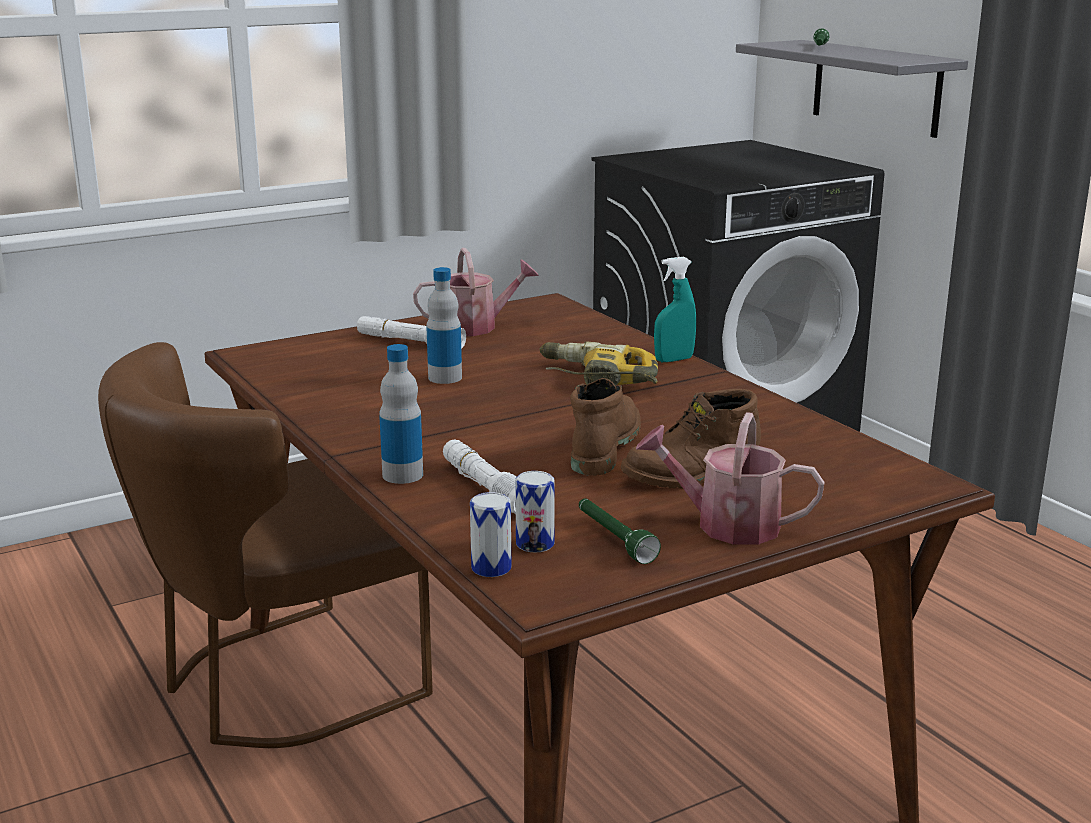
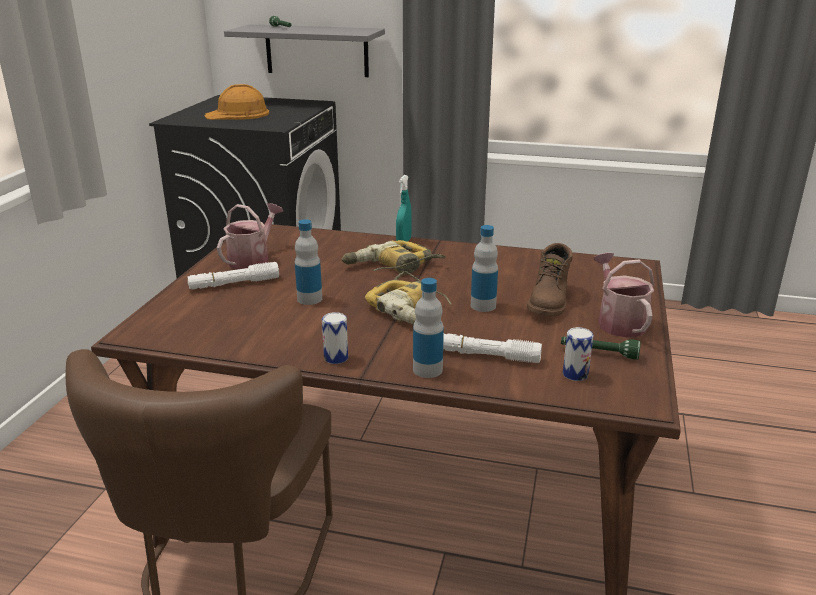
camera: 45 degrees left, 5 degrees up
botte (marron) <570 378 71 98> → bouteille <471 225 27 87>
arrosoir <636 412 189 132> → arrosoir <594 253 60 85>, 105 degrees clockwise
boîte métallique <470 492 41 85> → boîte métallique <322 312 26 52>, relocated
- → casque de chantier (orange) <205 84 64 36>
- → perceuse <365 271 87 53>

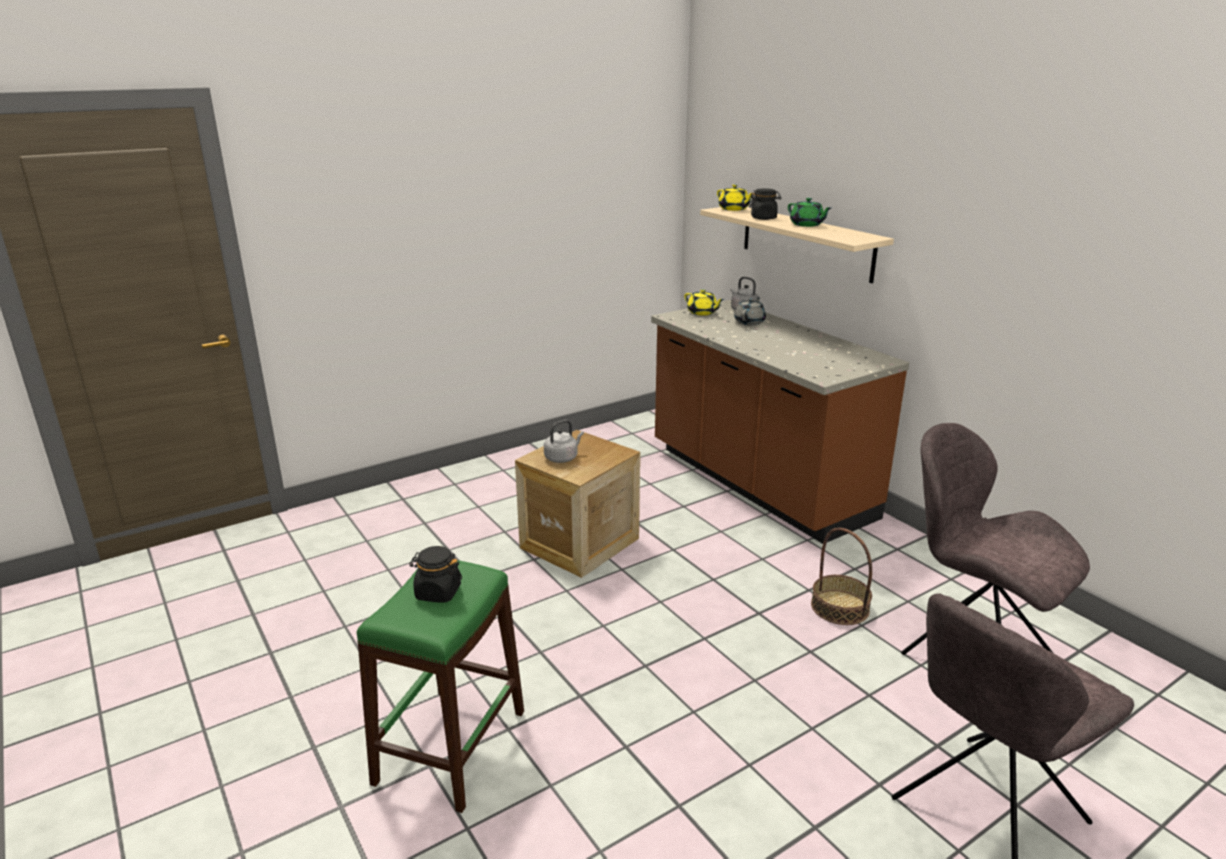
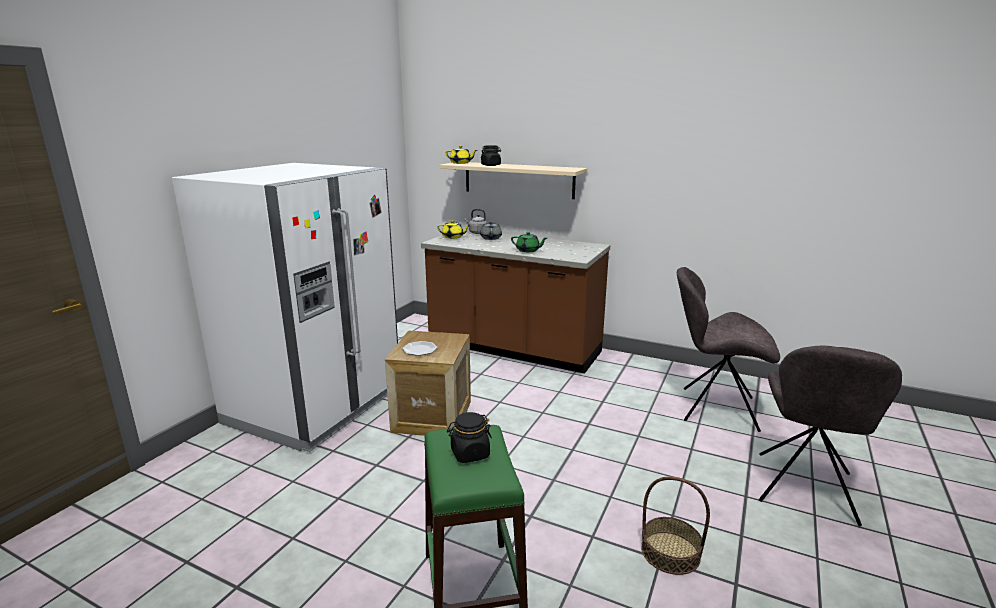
camera: 30 degrees left, 5 degrees down
théière (vert) <788 198 44 29> → théière (vert) <511 232 36 20>, relocated
bouilloire (gris) <544 420 40 43> → assiette <403 341 34 15>
panier <811 528 61 97> → panier <641 476 69 99>, relocated
- → réfrigérateur (blanc) <172 163 226 289>

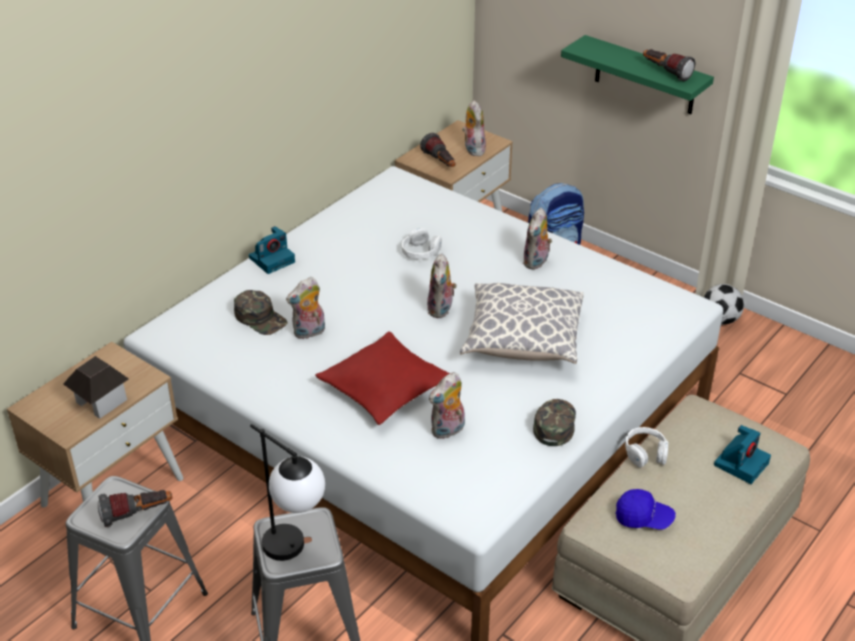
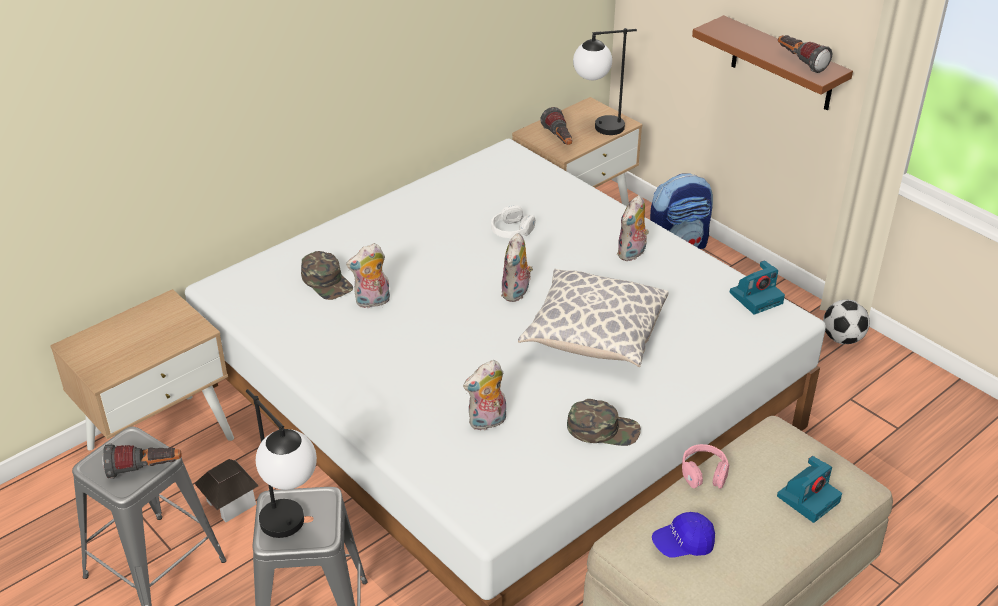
camera: 10 degrees right, 0 degrees up
étagère (vert) <561 35 153 79> → étagère (marron) <692 15 161 95>
peluche <462 100 24 56> → lampe de table <573 28 64 107>
appareil photo <249 226 46 48> → appareil photo <729 260 56 55>, relocated
coussin (rouge) <315 331 135 94> → -
maison miniature <63 356 66 63> → maison miniature <194 459 65 63>, relocated
casquette (vert) <533 399 43 47> → casquette (vert) <567 399 74 47>, 75 degrees clockwise
casque audio (blanc) <625 427 44 41> → casque audio (rose) <682 444 47 45>
casquette (bleu) <616 489 60 41> → casquette (bleu) <652 512 63 46>, 135 degrees clockwise

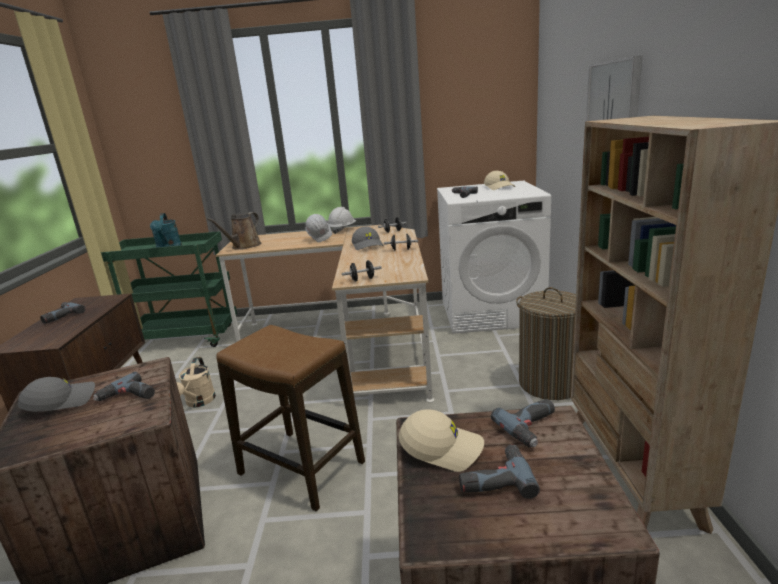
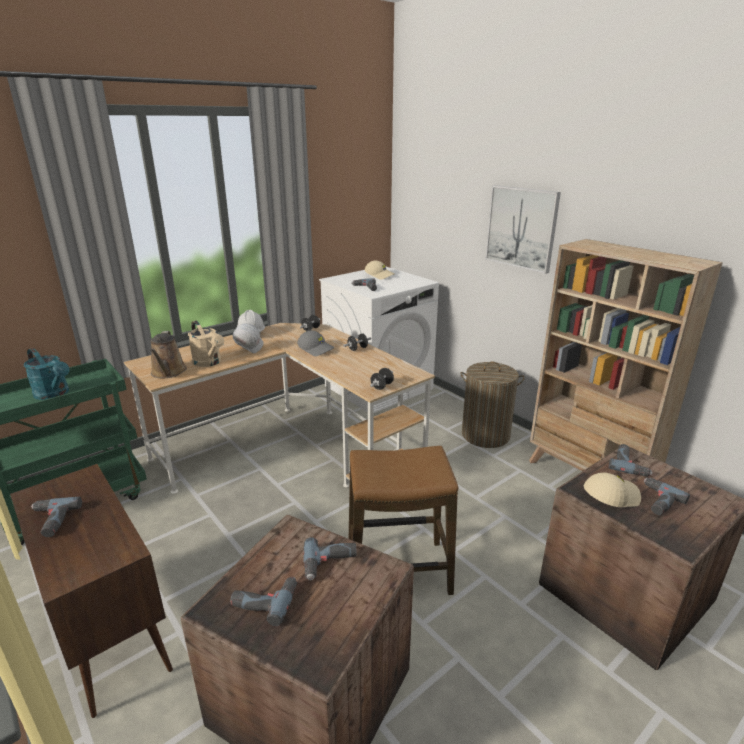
camera: 40 degrees left, 5 degrees up
arrosoir (beige) <176 357 40 50> → arrosoir (beige) <188 321 36 46>, relocated
casquette (gris) <18 377 77 35> → perceuse <230 577 67 49>

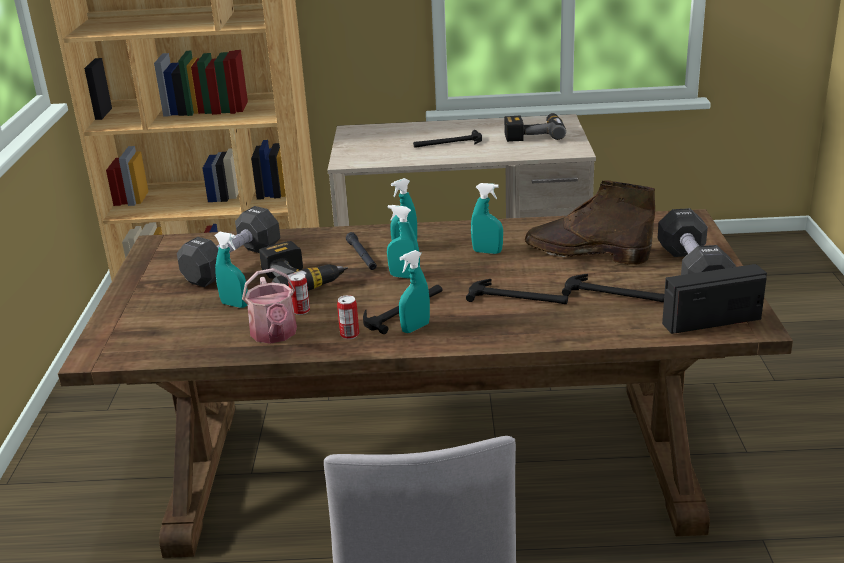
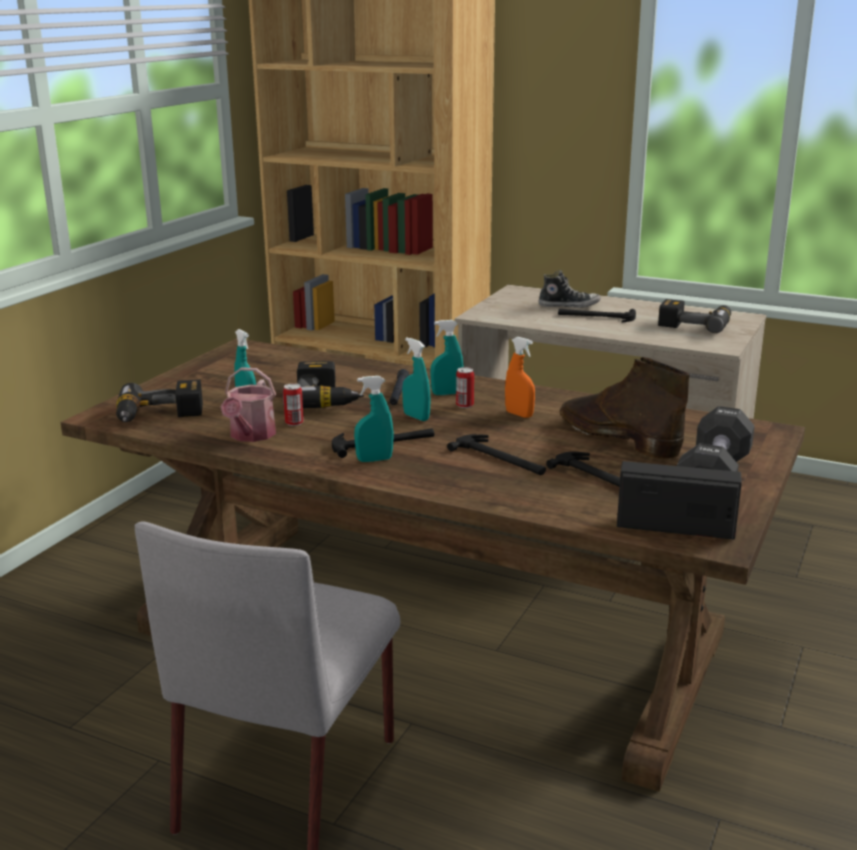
camera: 25 degrees right, 5 degrees down
vaporisateur (turquoise) <471 183 32 71> → vaporisateur (orange) <505 337 30 81>
haltère (noir) <177 206 103 81> → -
boîte métallique <337 295 22 44> → boîte métallique <456 367 18 41>, relocated
- → chaussure <539 270 62 38>
- → perceuse <116 380 87 42>

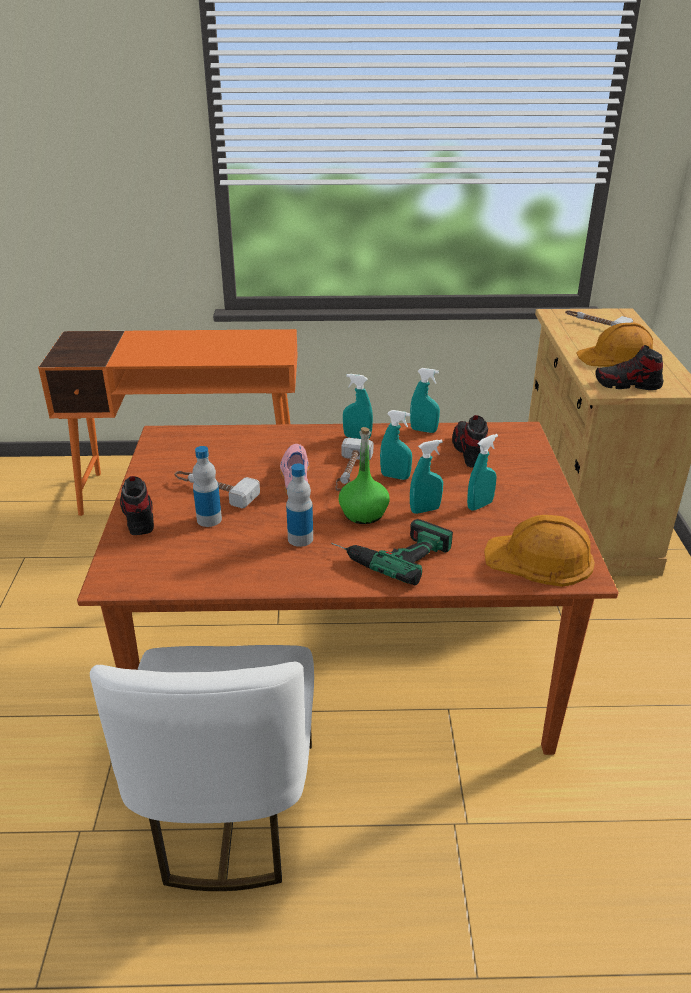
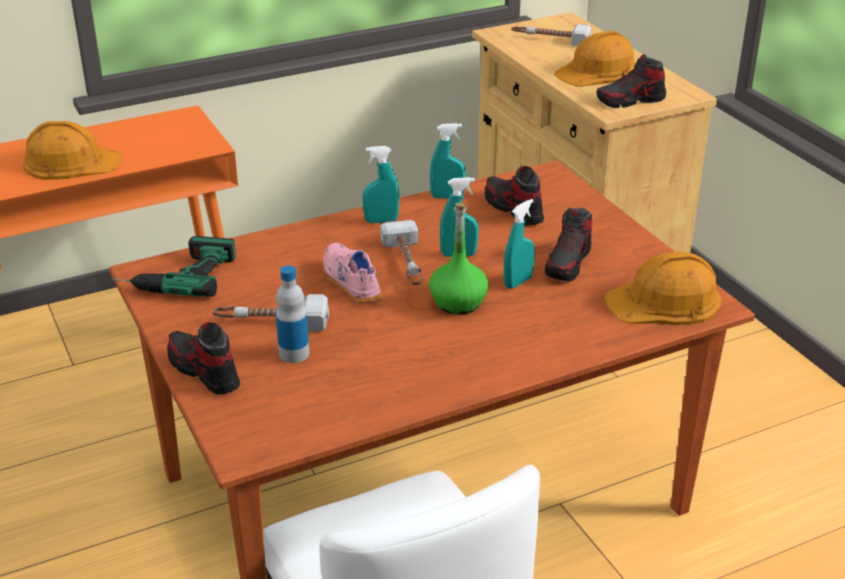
camera: 25 degrees left, 0 degrees up
vaporisateur (turquoise) <467 434 31 76> → chaussure <545 207 47 74>
bouteille <286 463 27 84> → -
perceuse <331 519 122 66> → perceuse <112 236 124 61>, relocated
- → casque de chantier (orange) <22 121 99 59>

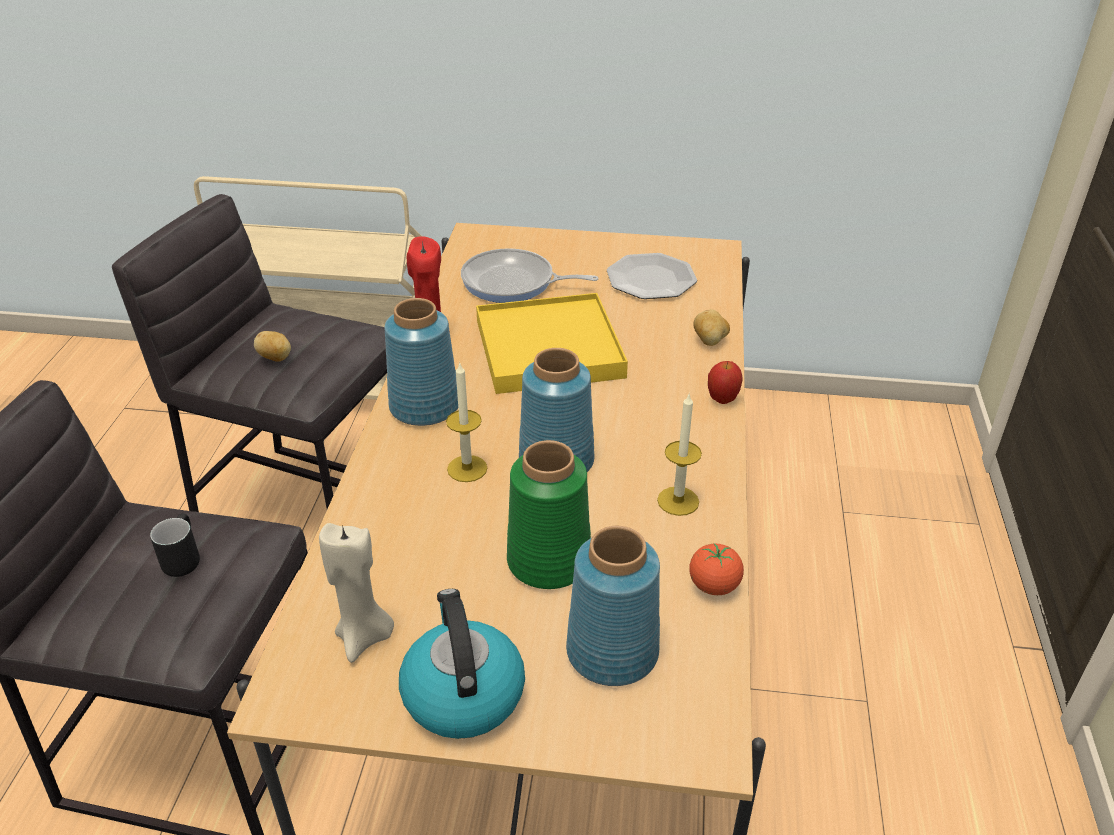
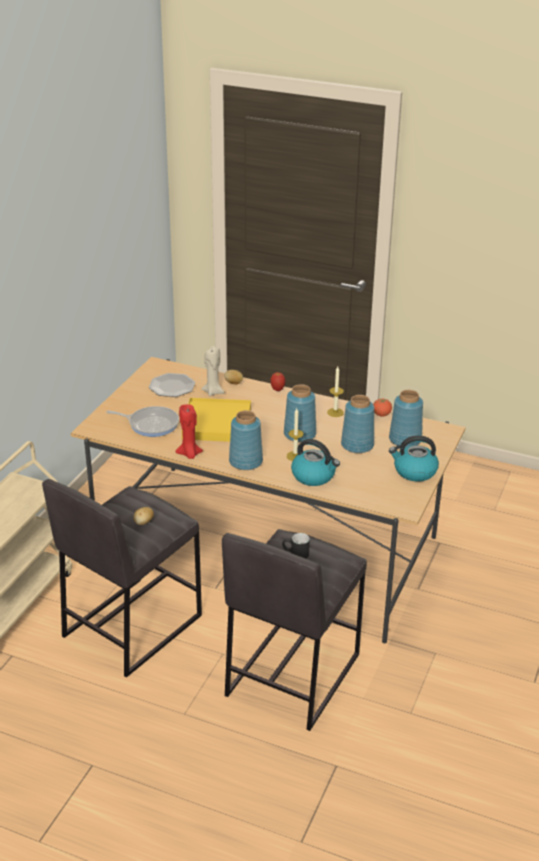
camera: 75 degrees left, 5 degrees down
poêle <461 248 138 55> → poêle <106 406 73 31>, 105 degrees counterclockwise
vase (vert) <507 440 84 149> → vase (bleu) <341 395 33 58>
bougie (beige) <319 523 75 140> → bougie (beige) <201 346 24 50>, relocated
- → bouilloire <291 439 49 47>

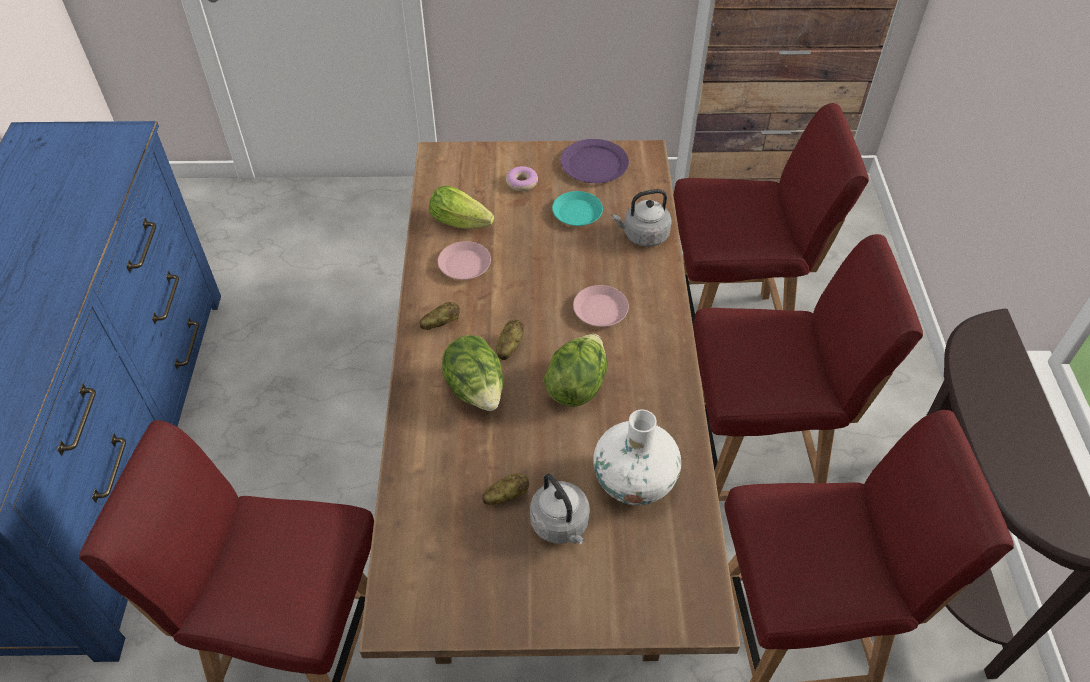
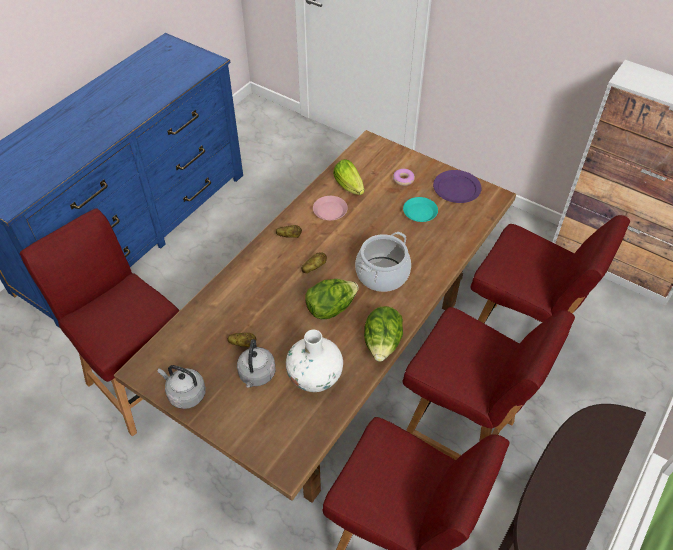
camera: 35 degrees right, 0 degrees up
bouilloire (gris) <612 189 60 58> → bouilloire (gris) <158 365 48 44>, relocated
assiette (rose) <573 285 56 42> → marmite <355 232 56 60>
laitue <442 335 61 76> → laitue <364 306 39 56>, relocated

